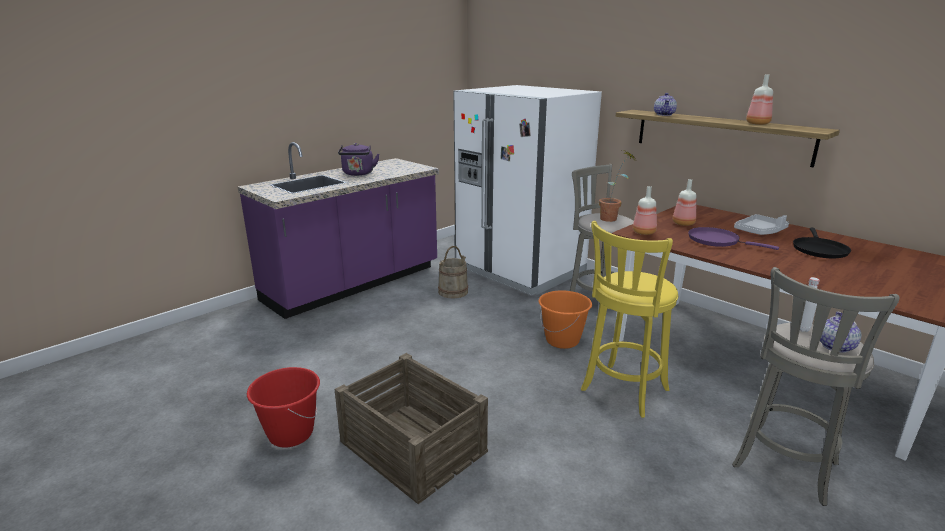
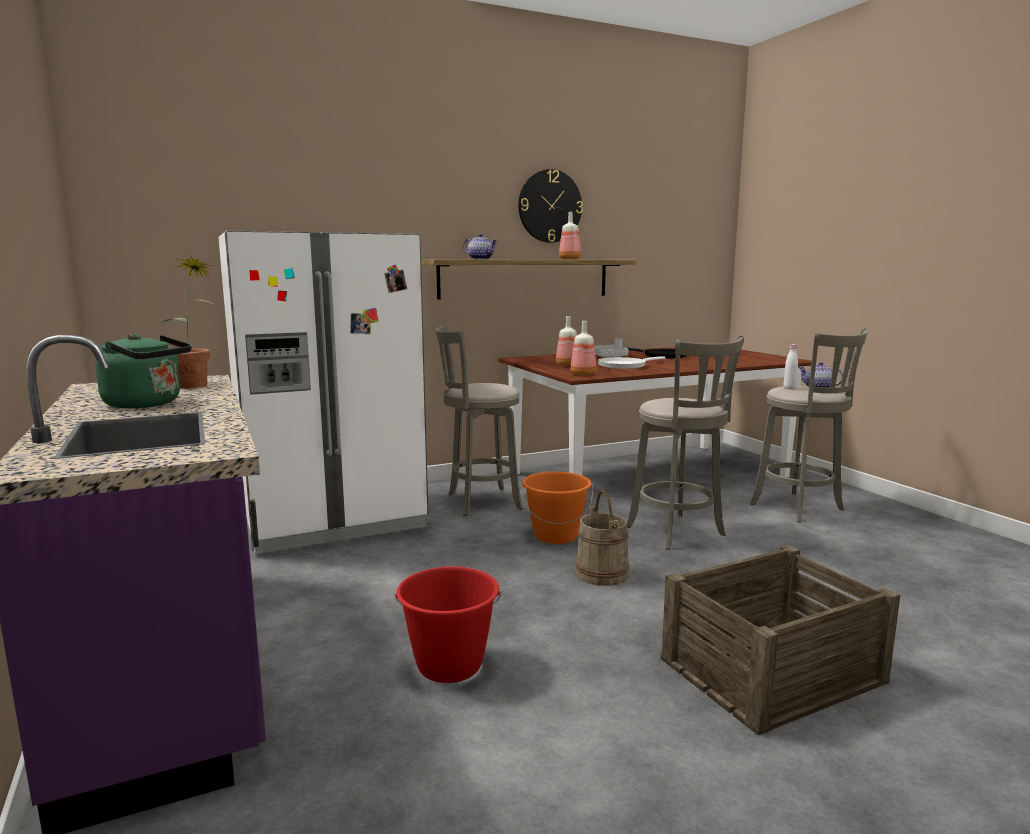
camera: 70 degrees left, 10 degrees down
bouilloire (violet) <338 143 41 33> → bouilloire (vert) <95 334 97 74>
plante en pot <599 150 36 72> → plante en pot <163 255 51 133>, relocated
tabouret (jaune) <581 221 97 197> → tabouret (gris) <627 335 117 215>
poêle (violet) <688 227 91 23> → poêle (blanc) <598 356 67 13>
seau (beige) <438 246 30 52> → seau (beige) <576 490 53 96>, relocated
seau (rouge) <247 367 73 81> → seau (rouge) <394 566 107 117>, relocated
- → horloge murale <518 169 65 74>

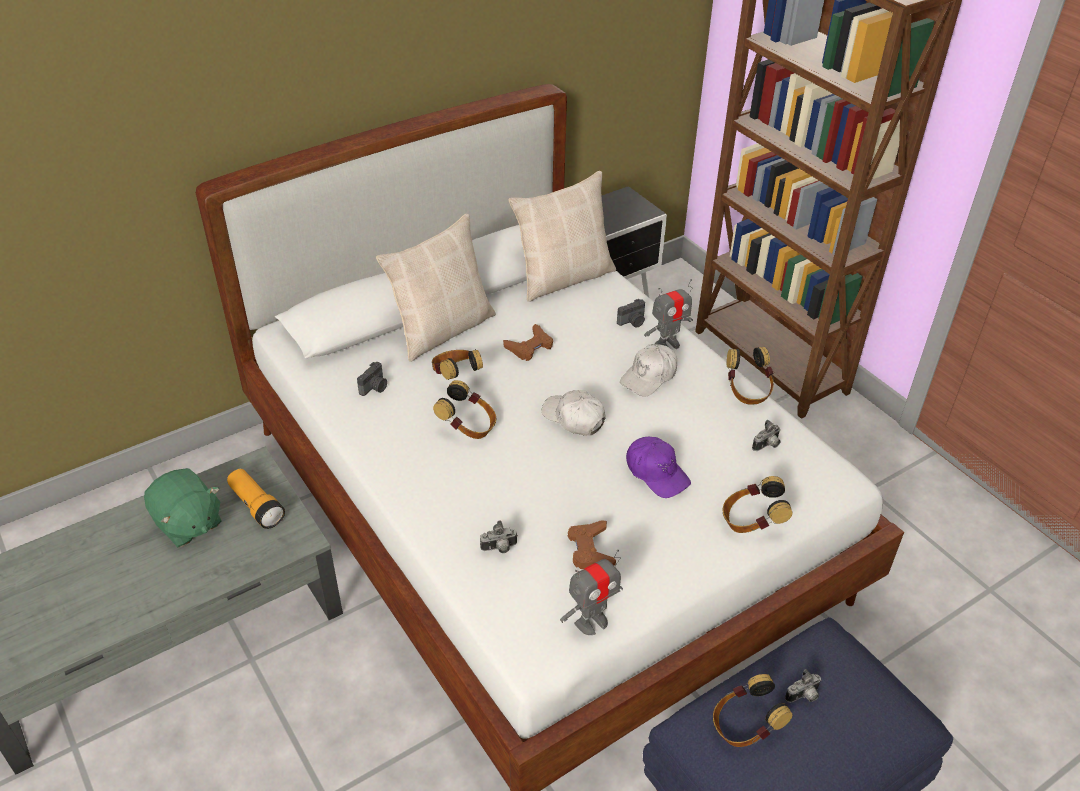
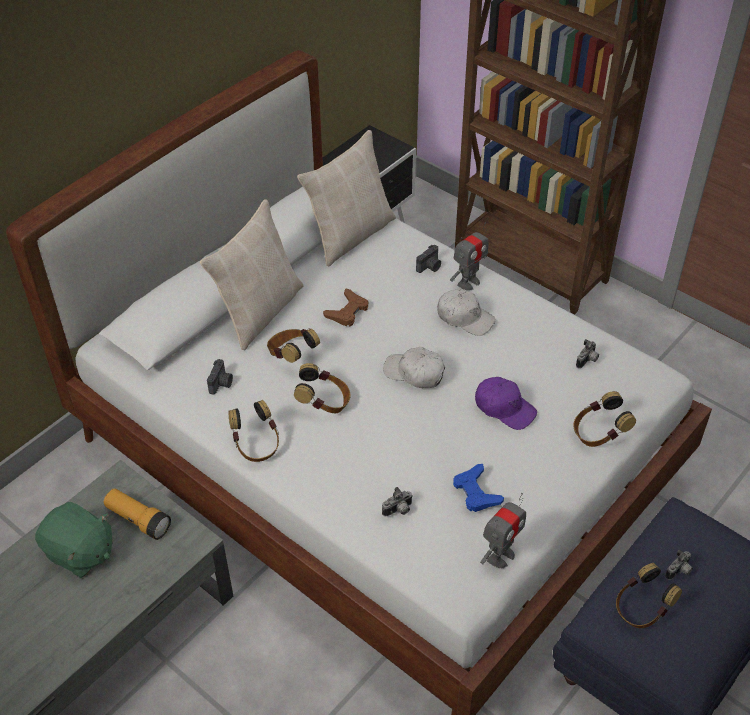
camera: 15 degrees left, 5 degrees up
casquette (blanc) <620 344 57 53> → casquette (blanc) <437 289 59 47>, 90 degrees counterclockwise
casque audio <726 347 48 58> → casque audio <228 400 51 62>, relocated
manette (marron) <568 520 48 49> → manette (bleu) <453 464 51 48>

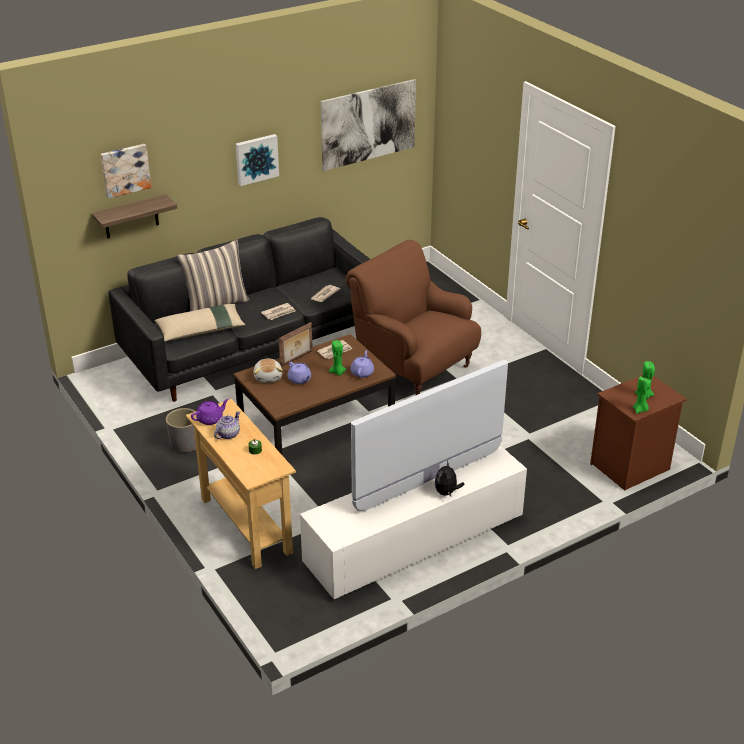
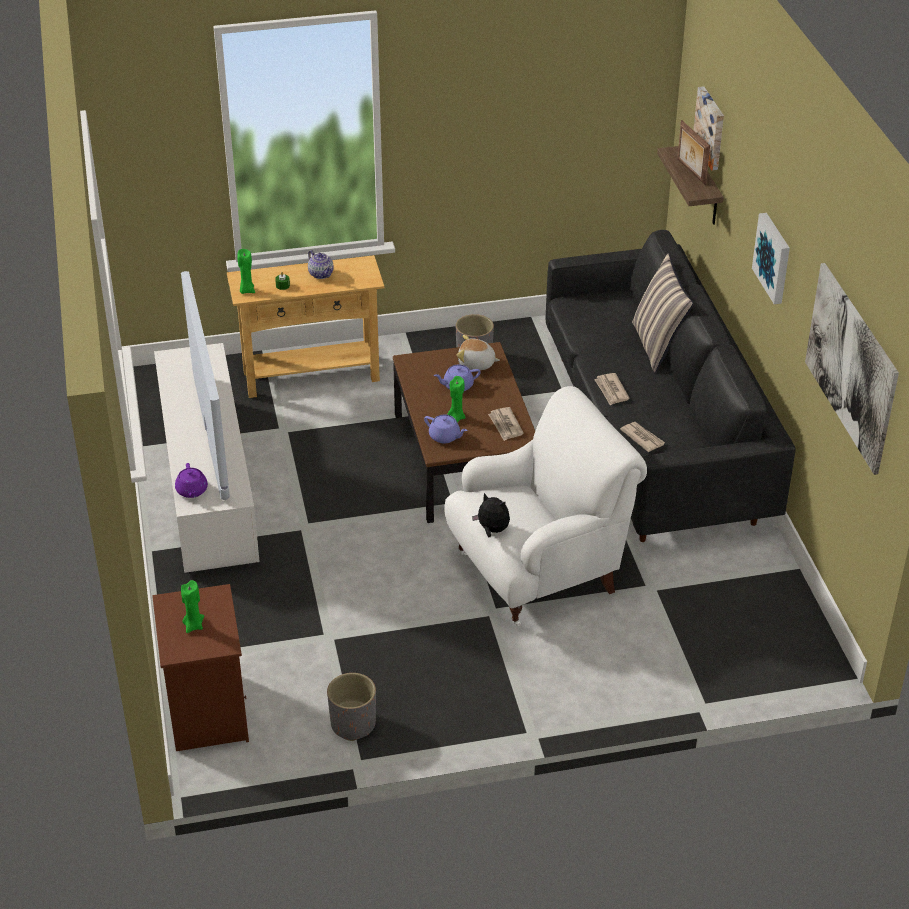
camera: 110 degrees right, 5 degrees up
fauteuil (marron) <346 240 135 155> → fauteuil (blanc) <444 386 203 240>
coussin (beige) <155 304 91 38> → -
cadre photo <278 322 35 45> → cadre photo <677 120 33 65>, relocated
bougie (vert) <633 376 18 38> → bougie (vert) <237 249 18 45>, relocated
théière (violet) <191 399 38 26> → théière (violet) <175 463 33 35>, relocated
peluche <435 460 30 36> → peluche <472 493 38 44>, relocated
- → cache-pot (gris) <327 673 49 68>

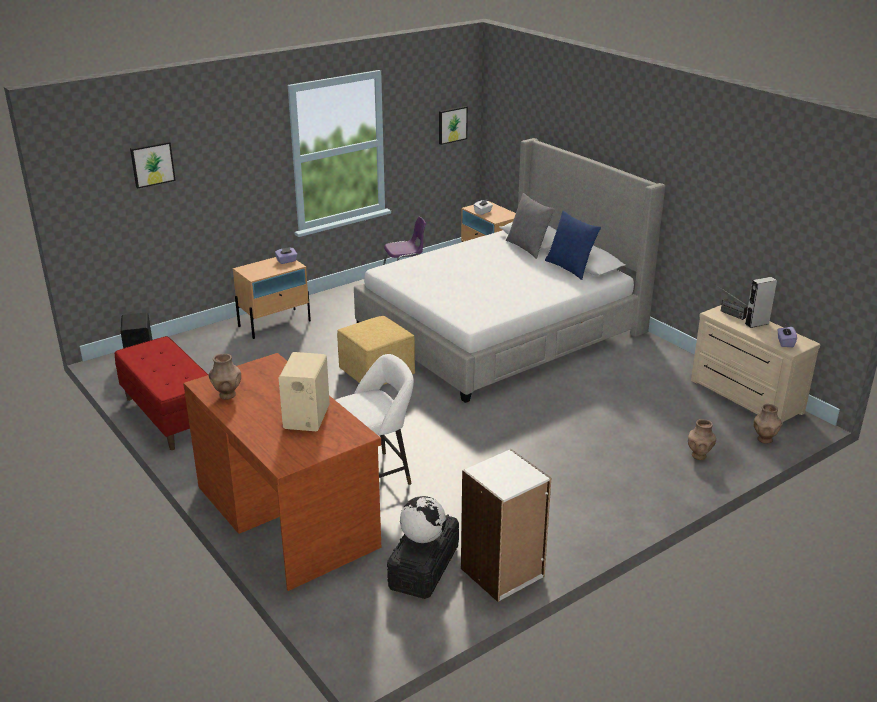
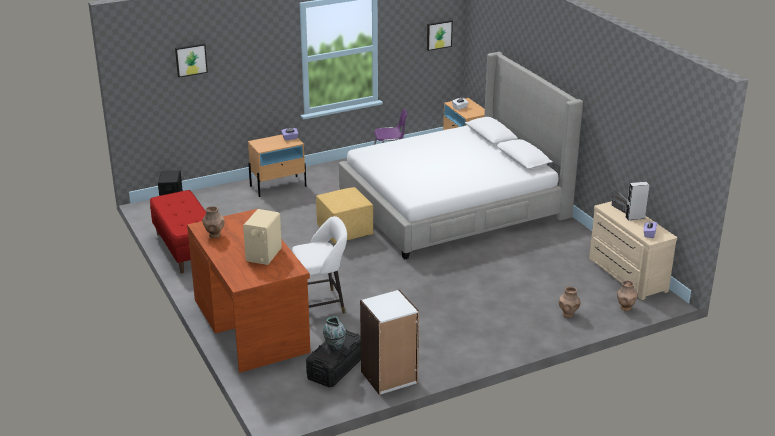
camera: 10 degrees right, 0 degrees up
coussin (gris) <506 193 49 66> → -
coussin (bleu) <545 211 56 69> → -
globe <400 496 46 47> → vase <323 316 23 35>

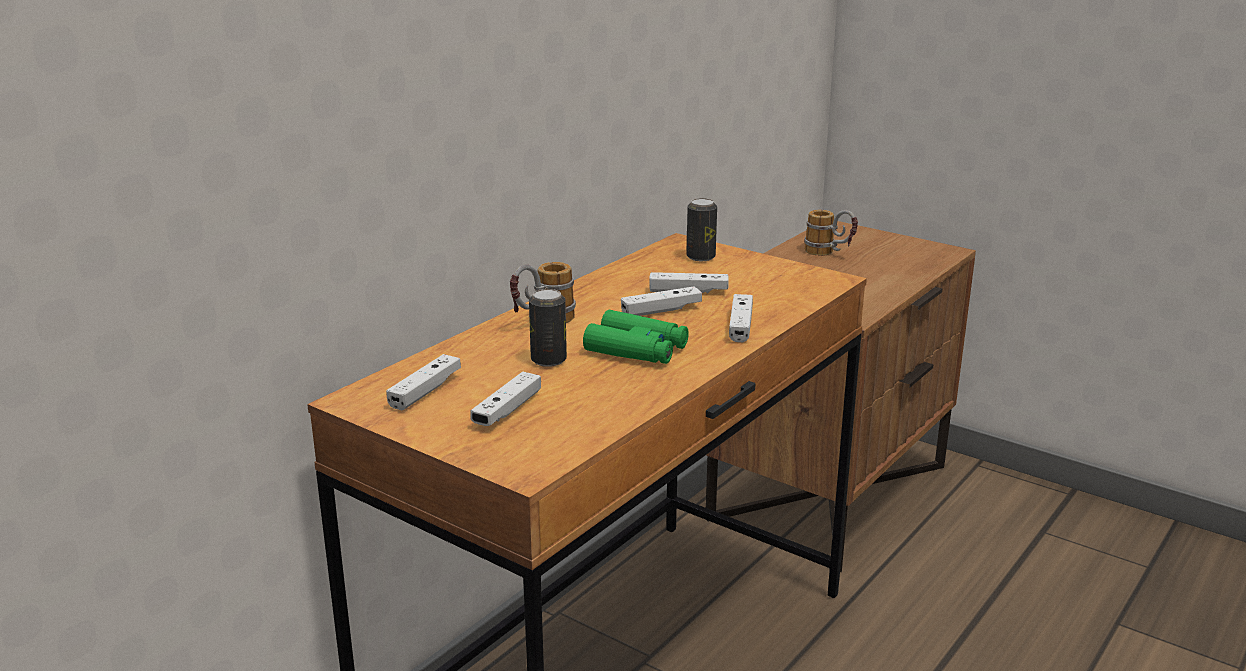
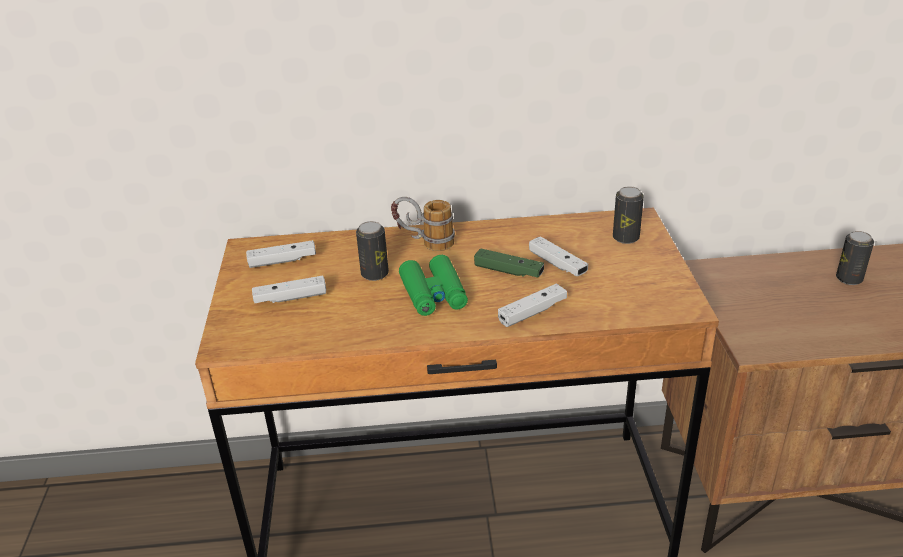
camera: 50 degrees right, 10 degrees up
mug <804 210 54 46> → boîte métallique <836 231 38 54>
manette (blanc) <621 286 81 30> → manette (vert) <474 249 70 29>

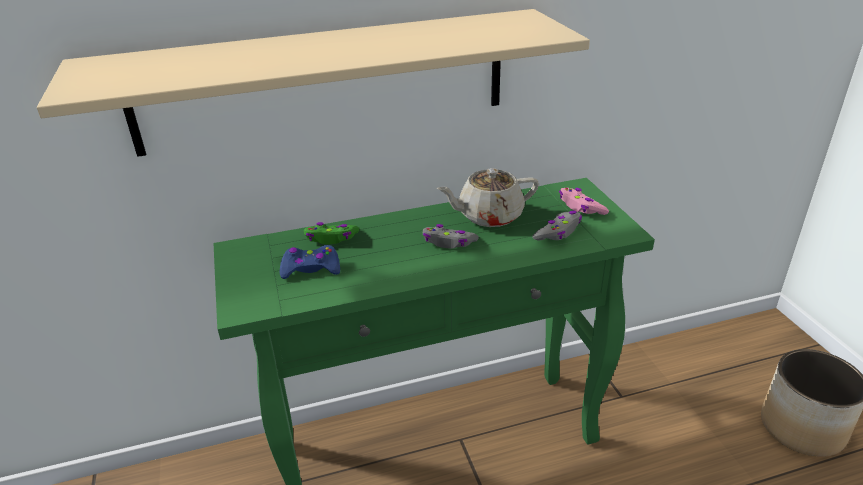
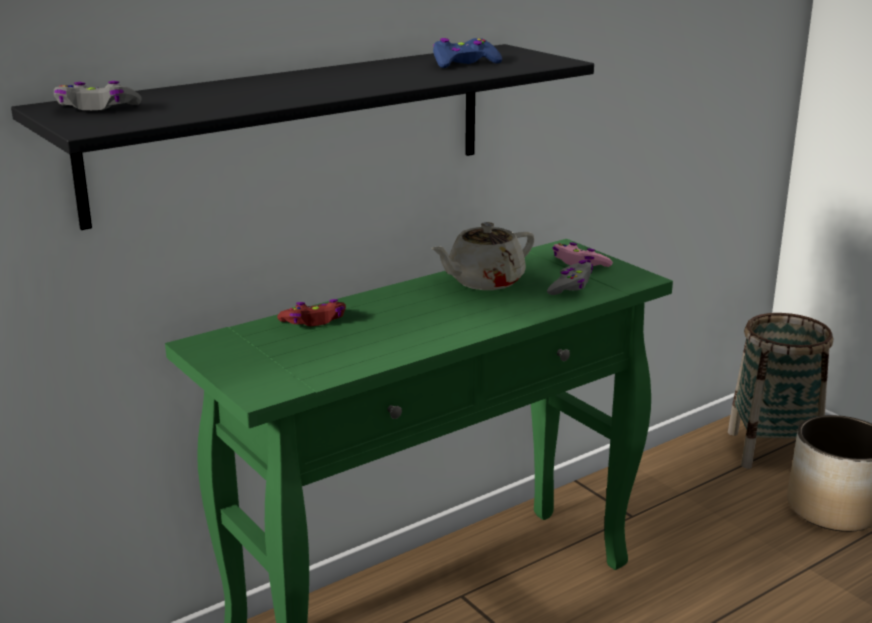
camera: 20 degrees left, 10 degrees down
étagère (beige) <37 9 553 148> → étagère (noir) <11 44 583 186>
manette (vert) <304 222 55 22> → manette (rouge) <277 299 69 27>
manette (gris) <423 224 56 25> → manette (gris) <54 81 88 29>, relocated
manette (bleu) <280 245 60 34> → manette (bleu) <433 38 69 30>, relocated
- → panier <728 313 105 156>

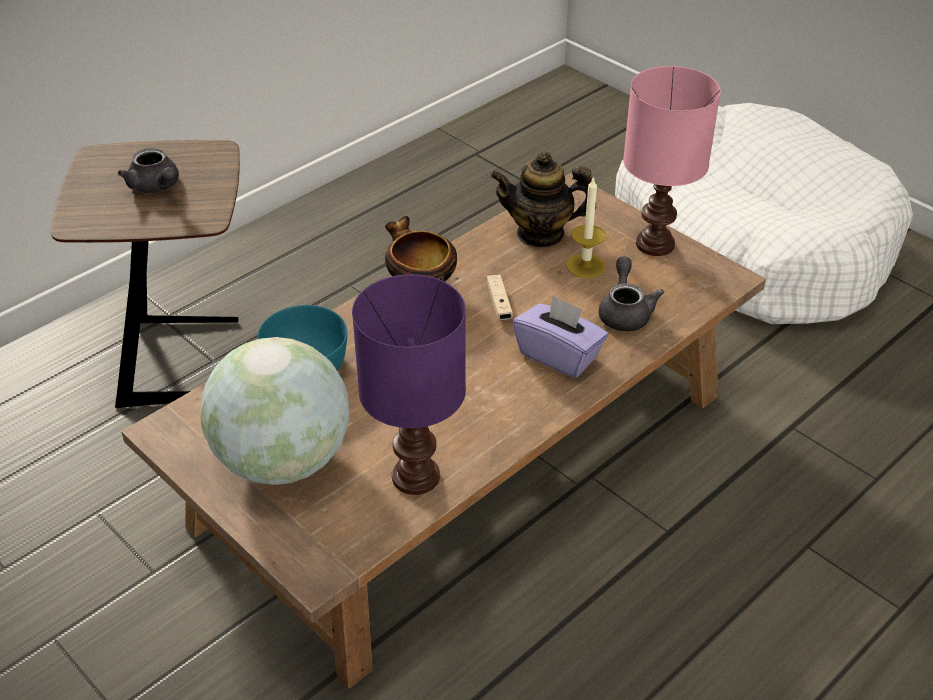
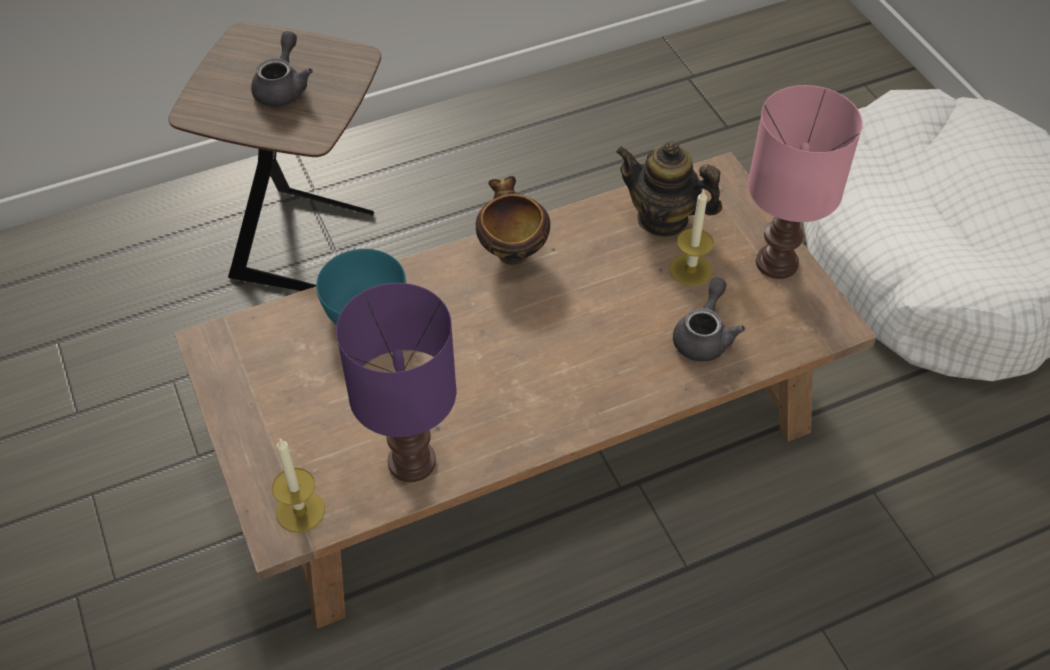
camera: 20 degrees right, 10 degrees up
théière (gris) <118 148 61 45> → théière (gris) <251 31 62 76>, 150 degrees counterclockwise
manette (beige) <487 274 26 46> → -
boîte à mouchoirs (violet) <513 295 95 83> → -
globe <200 337 149 148> → -
- → bougie <272 438 53 95>

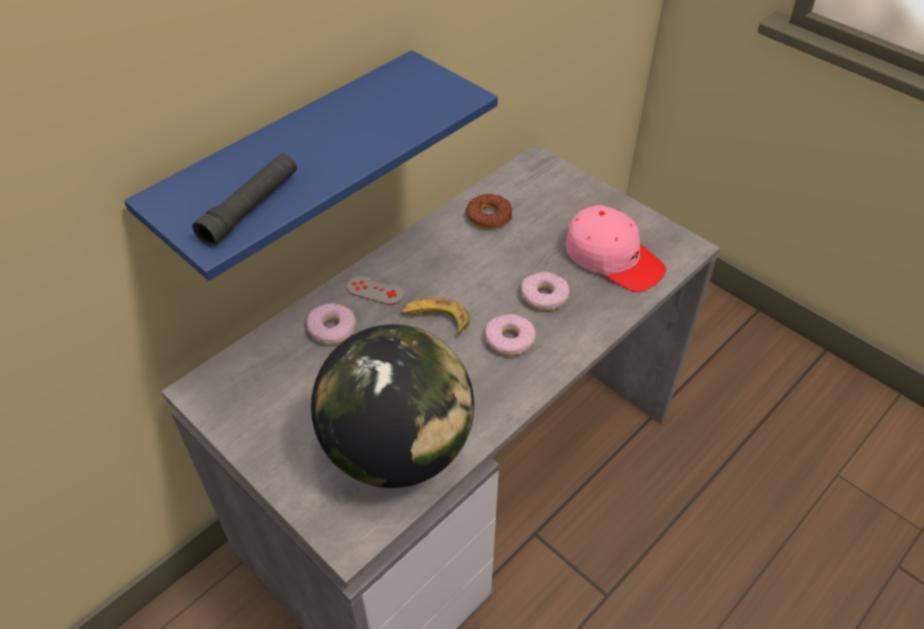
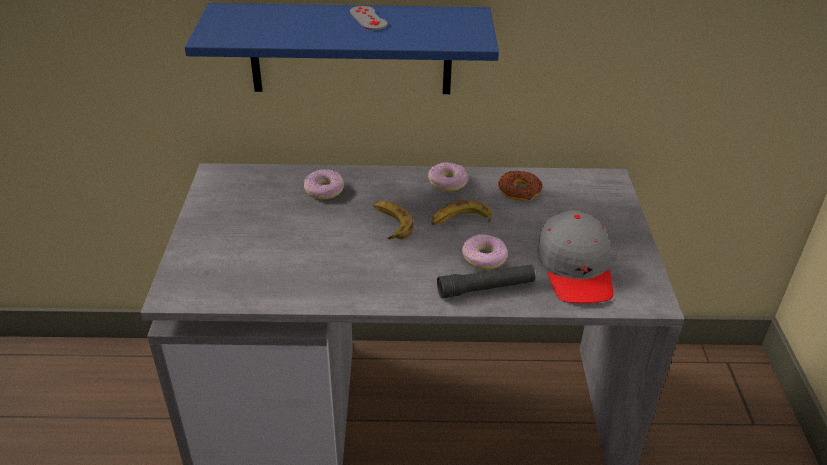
camera: 45 degrees right, 10 degrees down
lampe de poche (noir) <192 153 105 94> → lampe de poche (noir) <437 265 98 34>, relocated
casquette (rose) <565 205 101 87> → casquette (gris) <537 210 76 93>
manette (gris) <347 276 57 29> → manette (gris) <350 6 37 24>, relocated
beignet <485 314 51 42> → beignet <428 162 40 29>, relocated
globe <311 324 163 164> → -
- → banane <431 200 60 25>

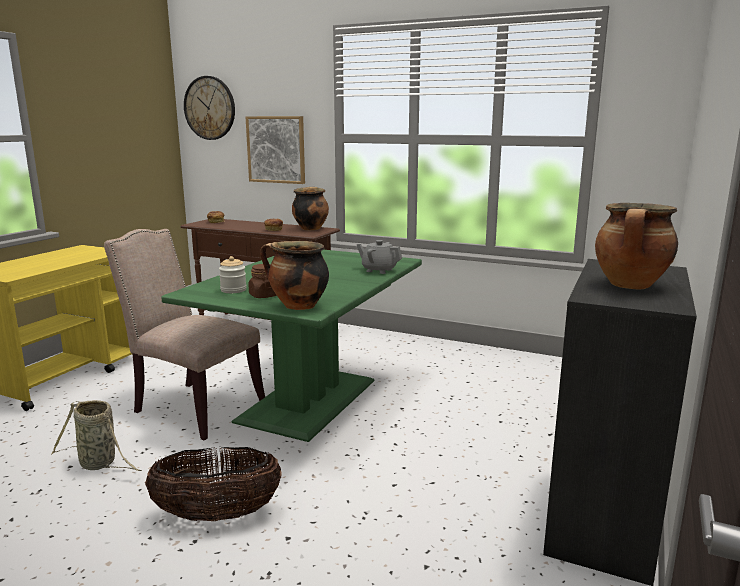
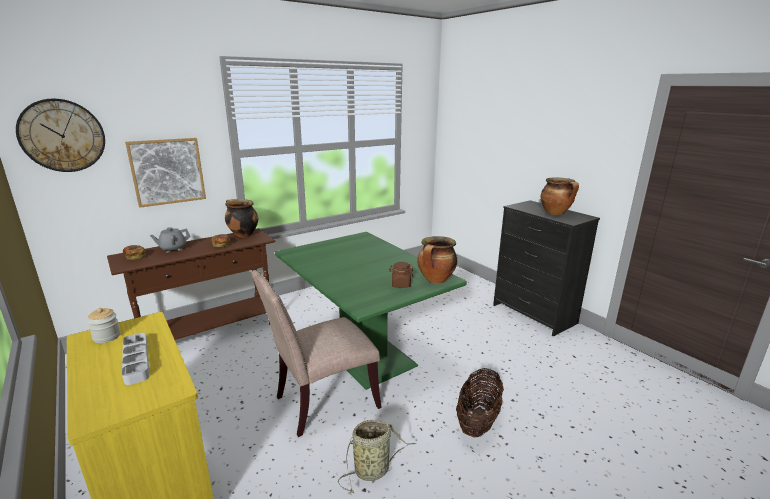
camera: 60 degrees left, 5 degrees up
théière (gris) <357 240 45 34> → théière (gris) <150 227 41 26>, relocated
bocal <219 256 27 37> → bocal <87 308 33 35>, relocated
- → plateau (gris) <122 333 28 52>

